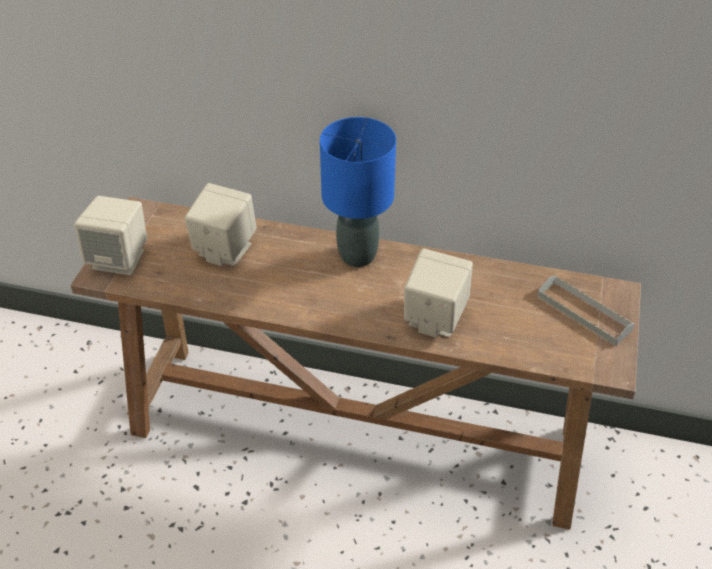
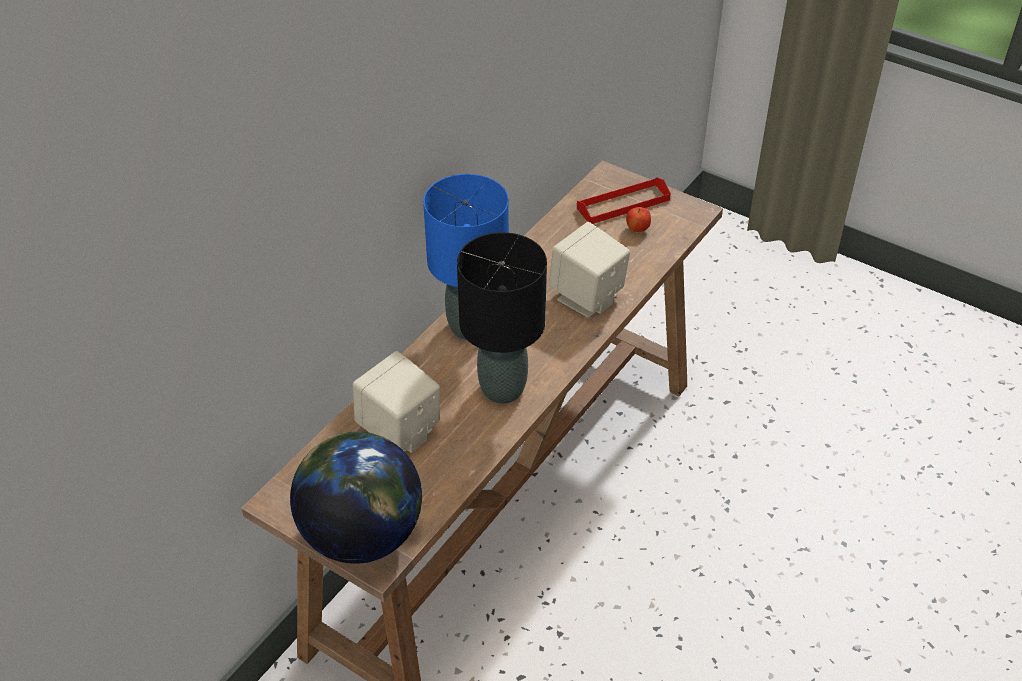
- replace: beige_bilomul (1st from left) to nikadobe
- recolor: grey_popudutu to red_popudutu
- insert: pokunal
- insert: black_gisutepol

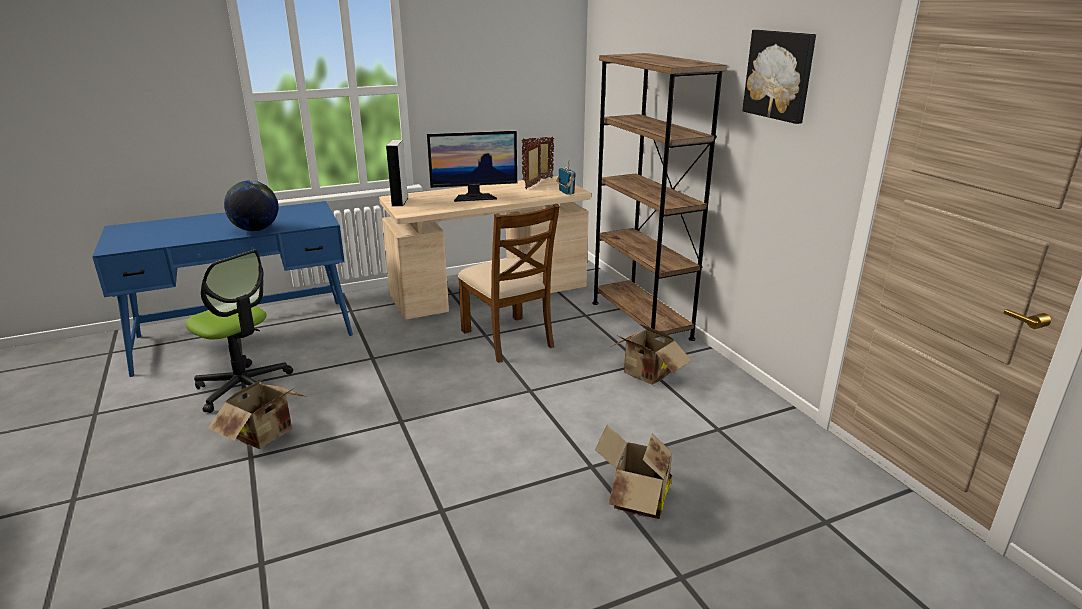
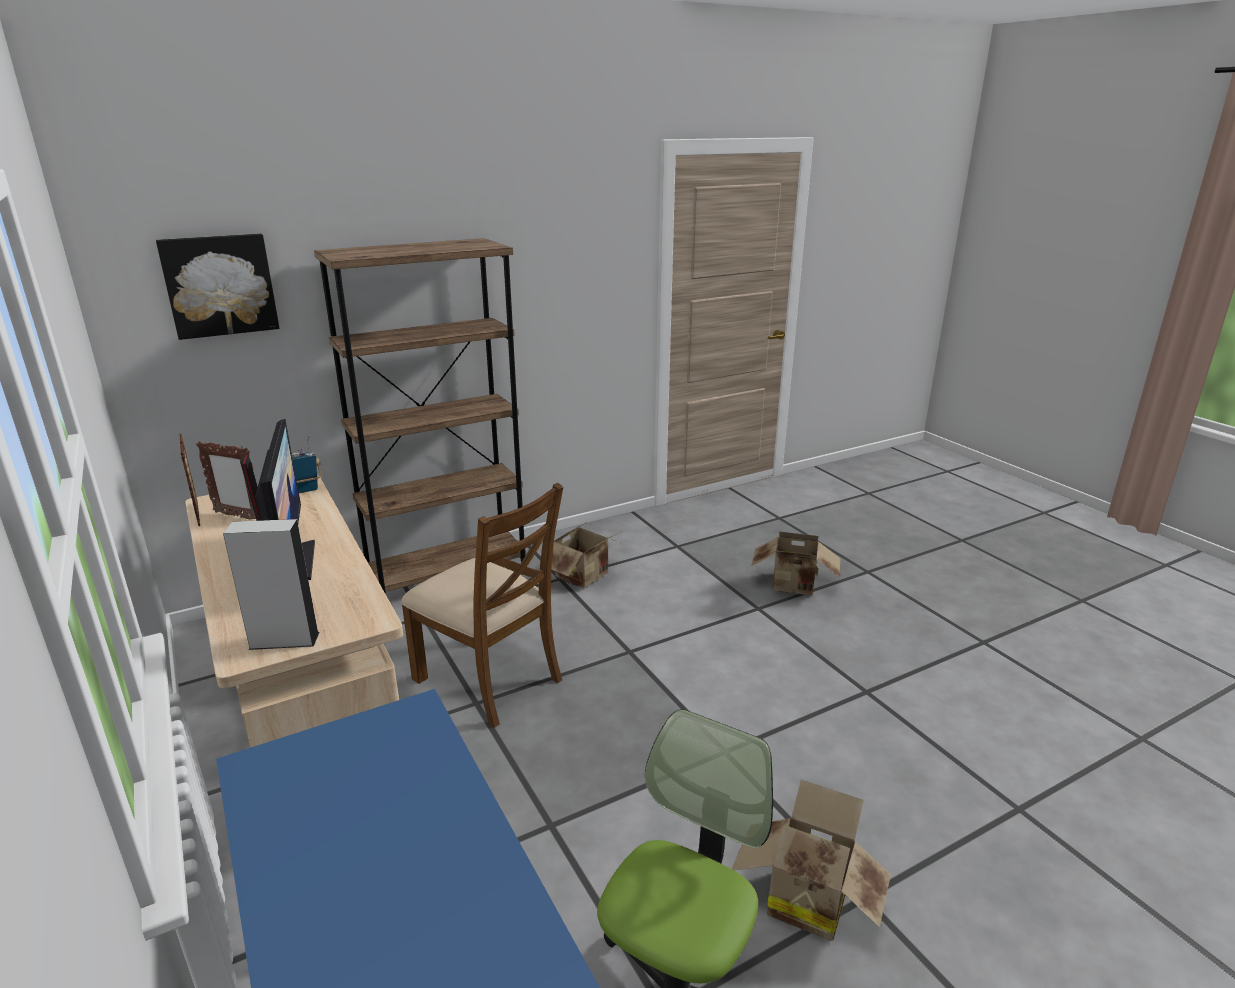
- move: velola
- delete: nikadobe
- rotate: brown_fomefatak 75 degrees clockwise

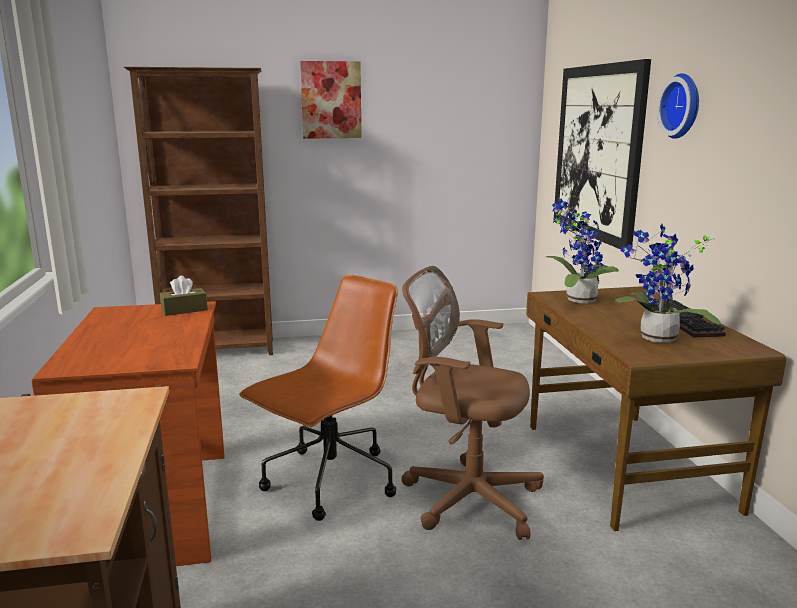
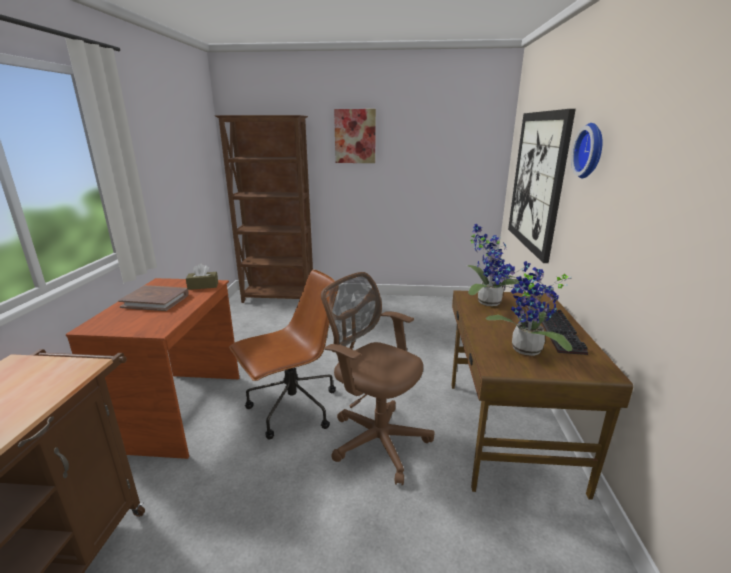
- insert: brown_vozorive

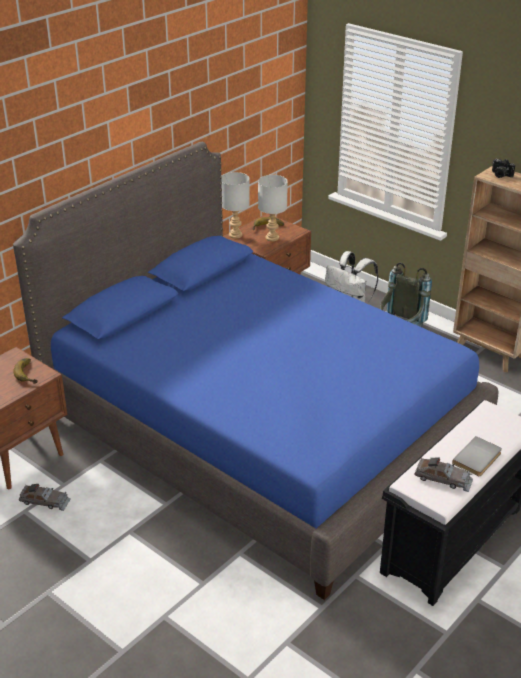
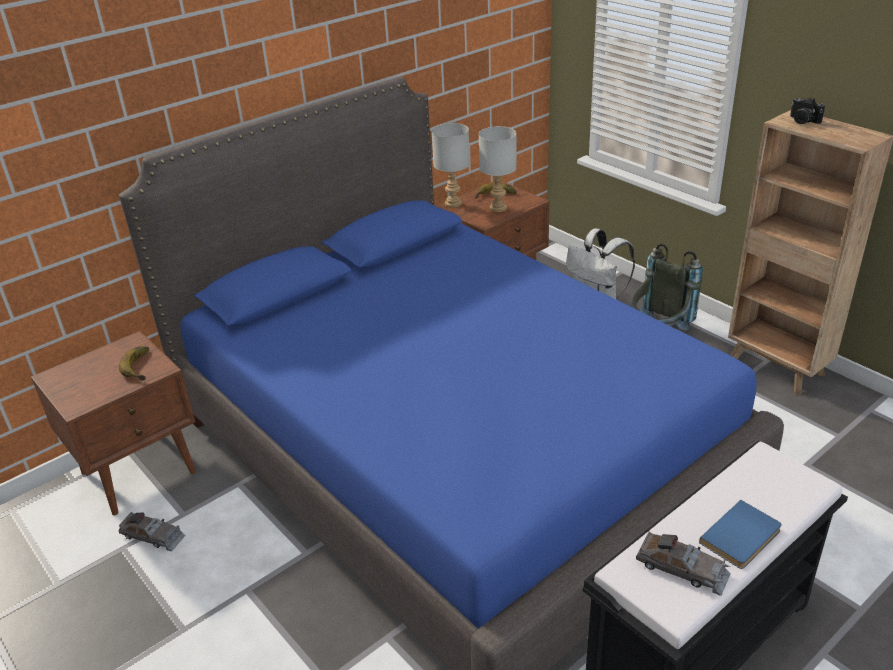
- recolor: grey_vozorive to blue_vozorive

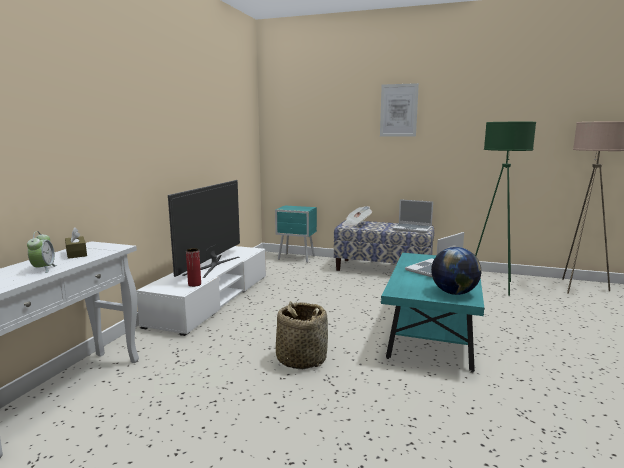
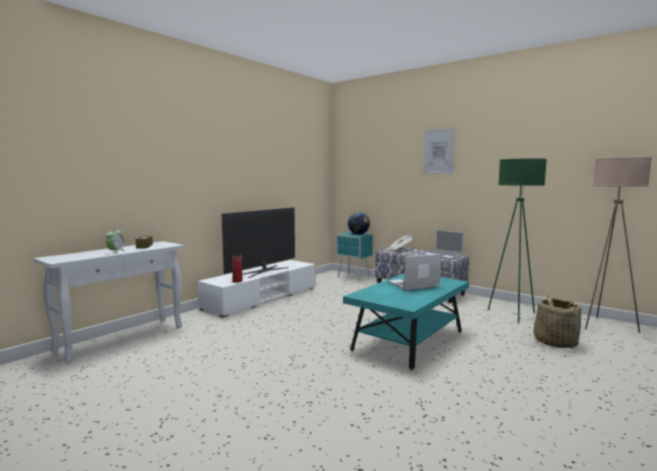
- move: nikadobe
- move: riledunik

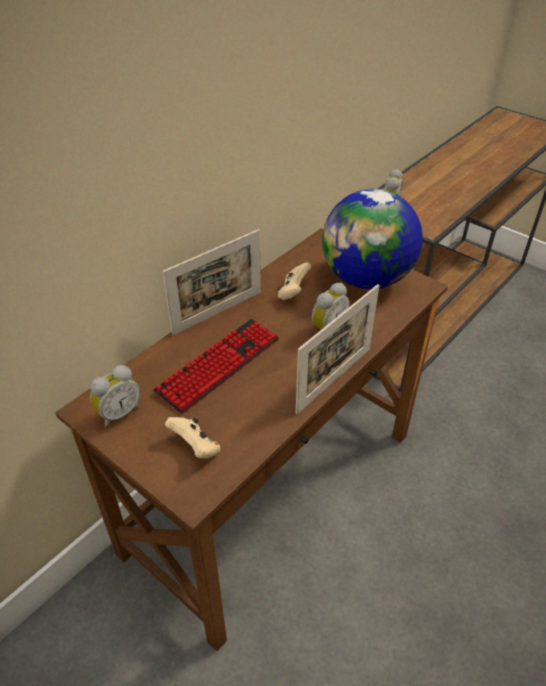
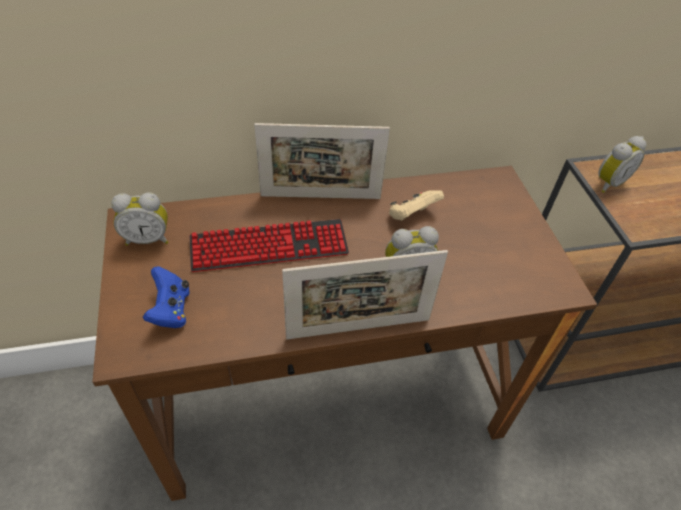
- delete: nikadobe
- recolor: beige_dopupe (1st from left) to blue_dopupe

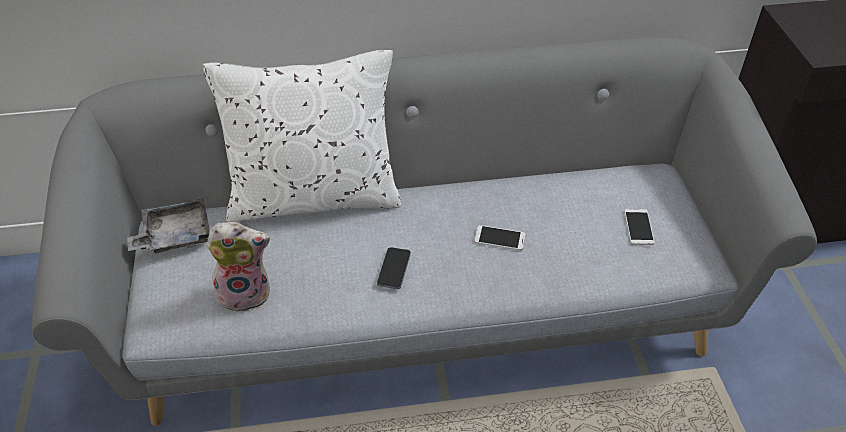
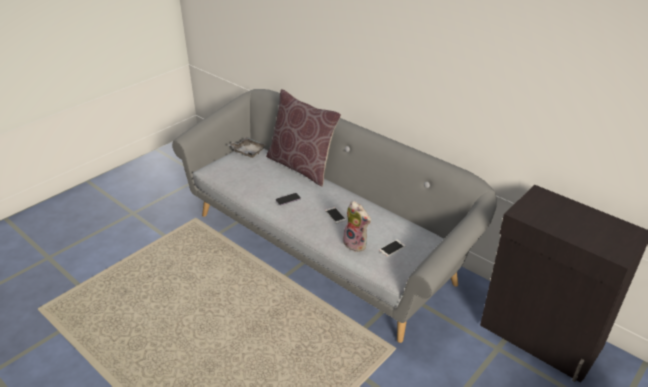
- recolor: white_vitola to brown_vitola
- move: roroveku

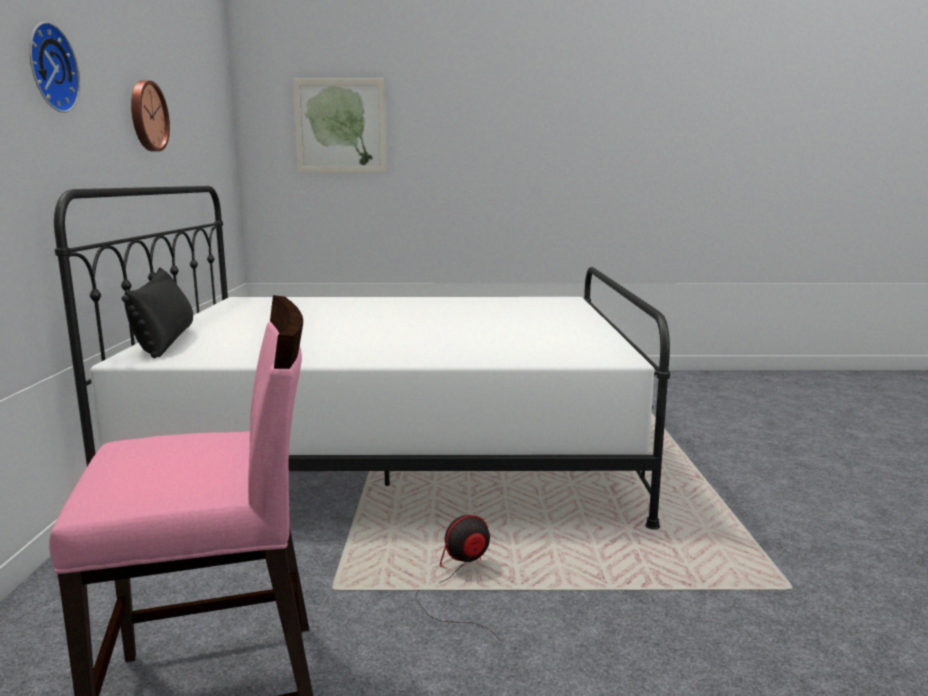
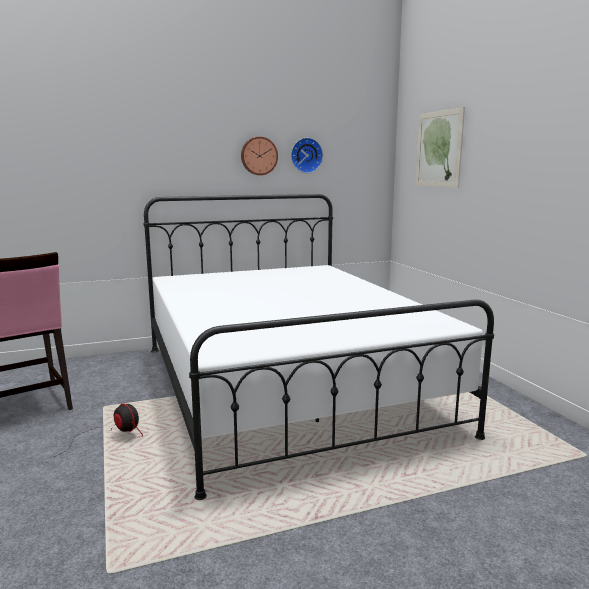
- move: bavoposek (1st from left in the first image) to bavoposek (2nd from left)
- delete: black_vitola

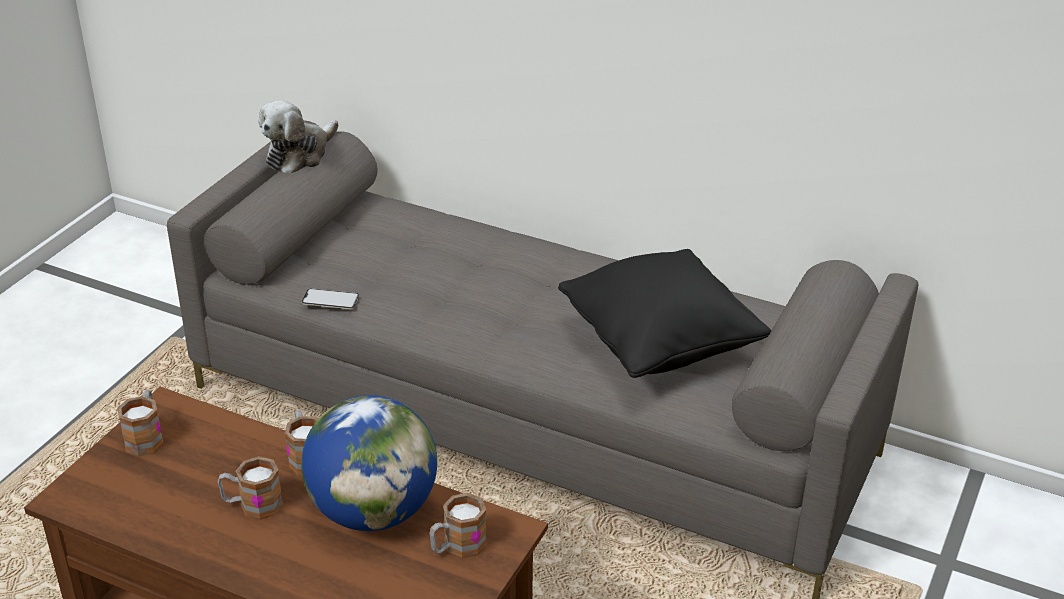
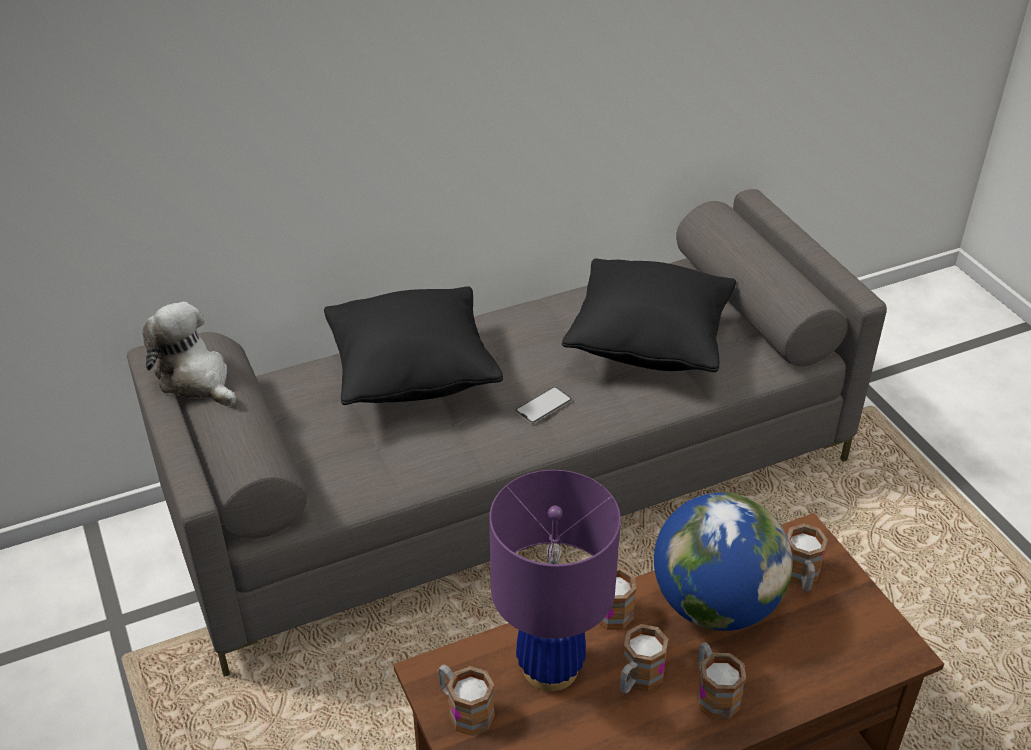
- rotate: roroveku 150 degrees clockwise
- move: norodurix
- insert: black_vitola (1st from left)
- insert: purple_gisutepol
- insert: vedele (4th from left)

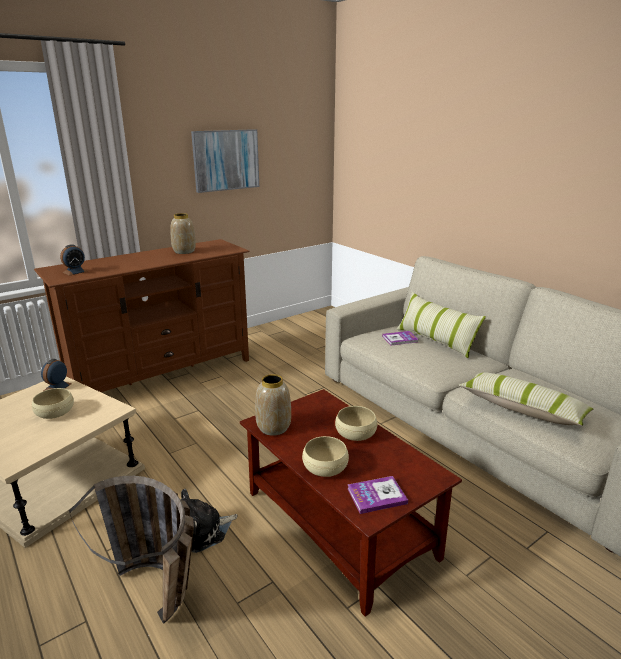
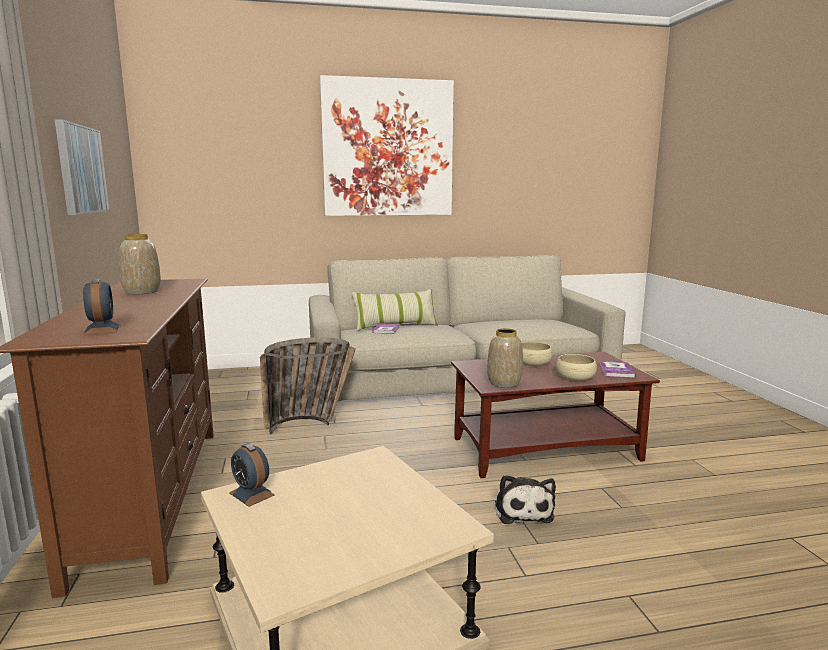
- delete: vitola (2nd from left)
- delete: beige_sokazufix (1st from left)
- move: riledunik
- insert: velola (2nd from left)

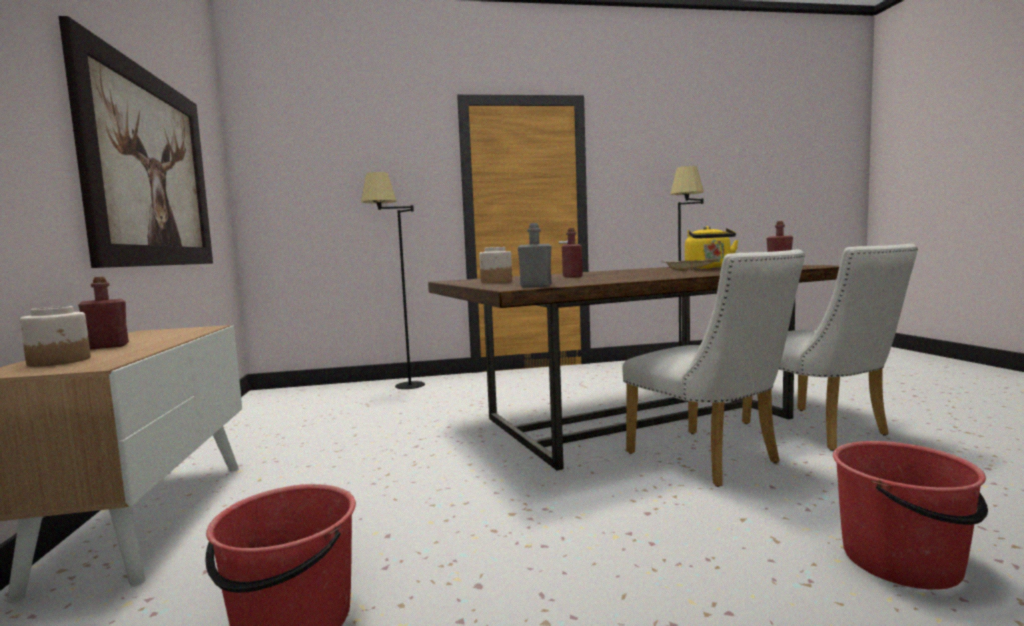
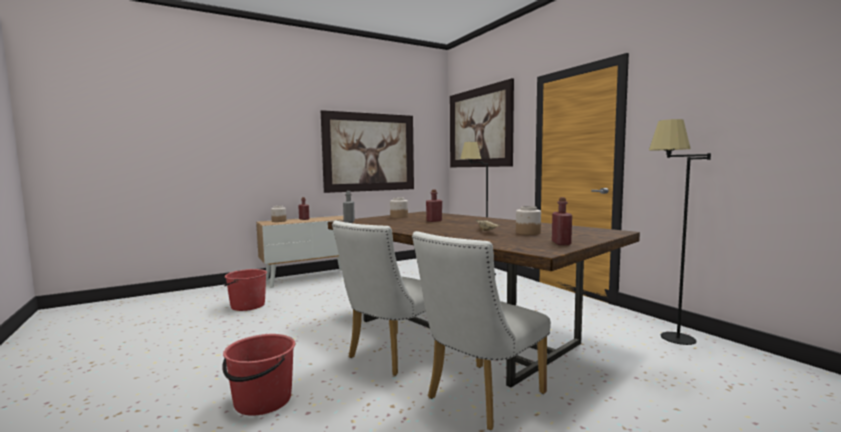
- replace: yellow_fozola to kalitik (3rd from left)
- insert: velola (2nd from left)

